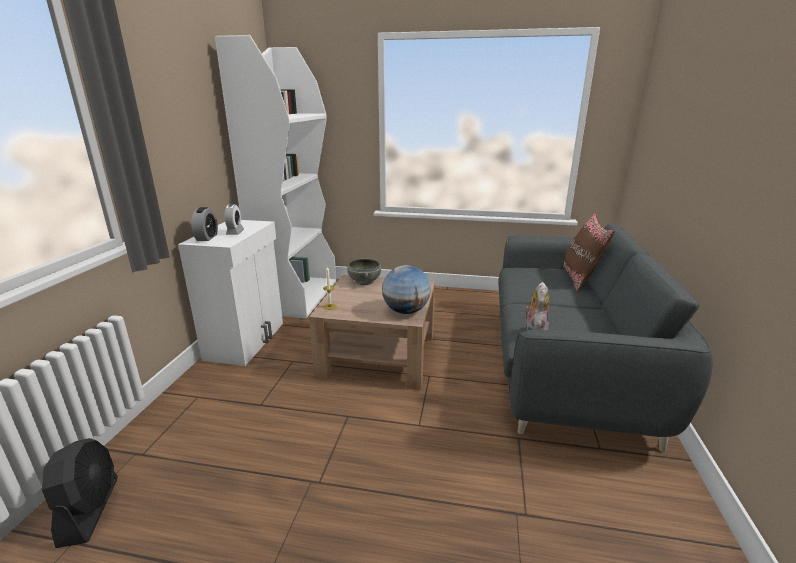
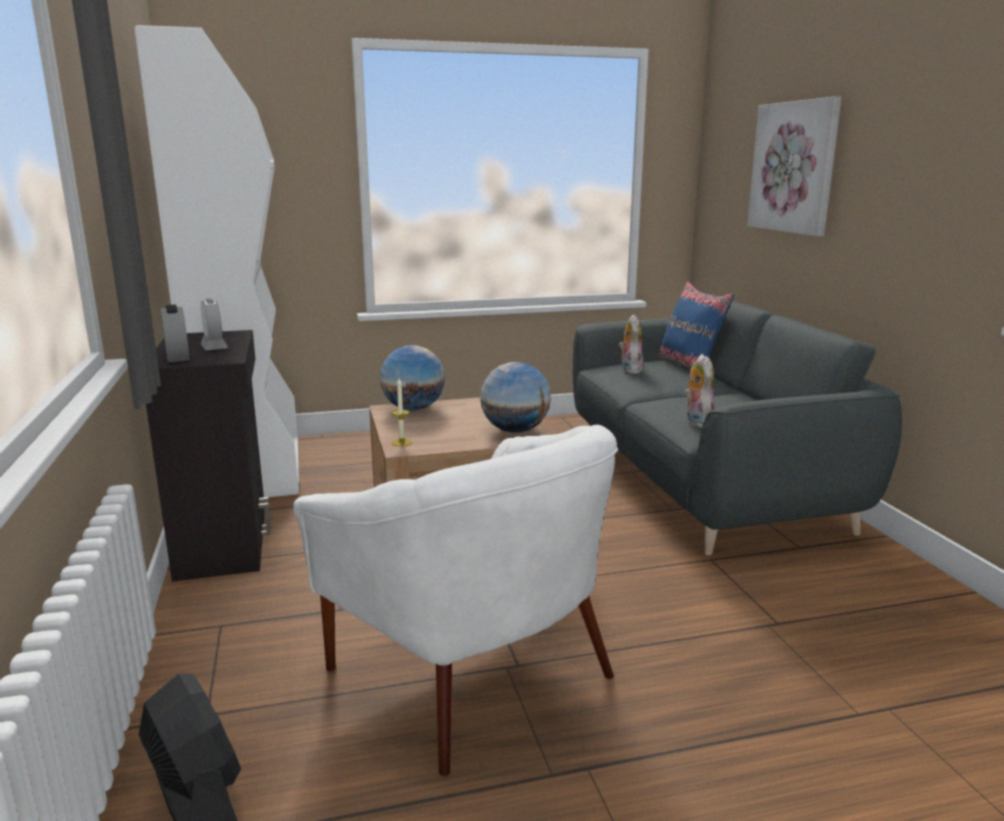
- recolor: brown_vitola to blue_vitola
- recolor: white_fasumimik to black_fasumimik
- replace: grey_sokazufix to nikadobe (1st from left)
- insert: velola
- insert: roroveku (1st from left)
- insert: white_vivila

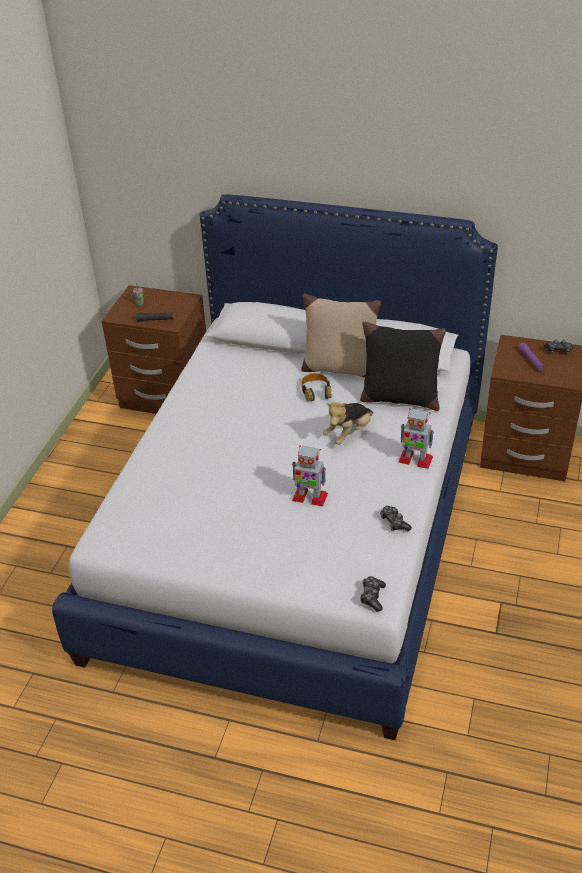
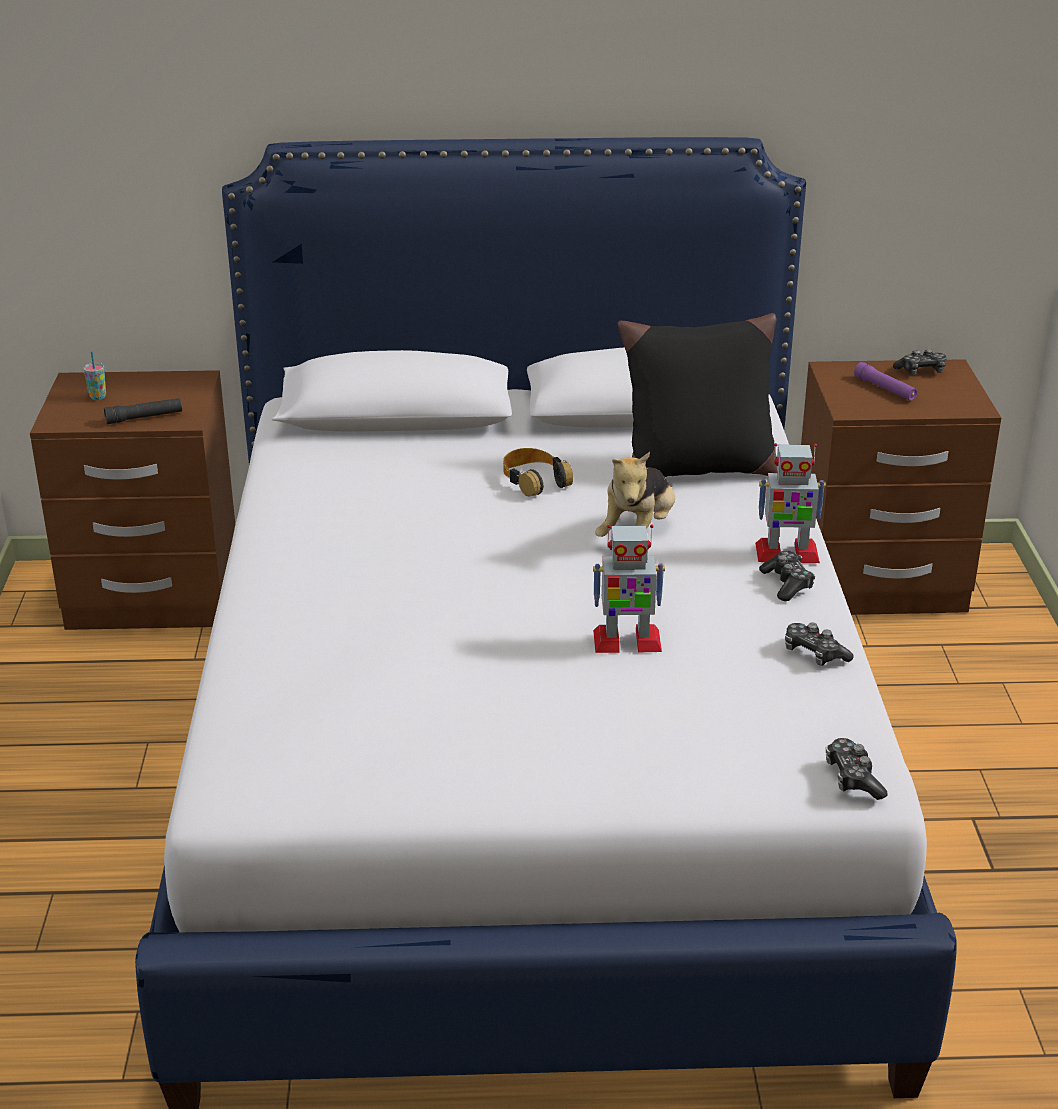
- delete: beige_vitola
- insert: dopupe (1st from left)

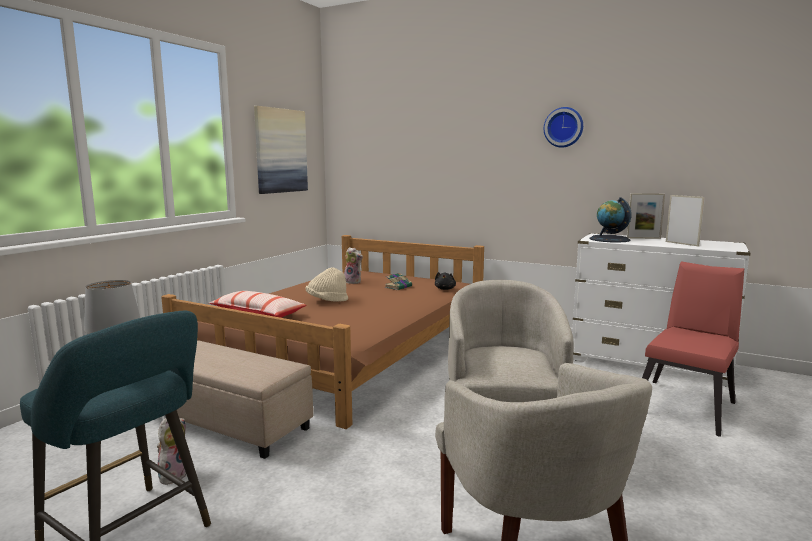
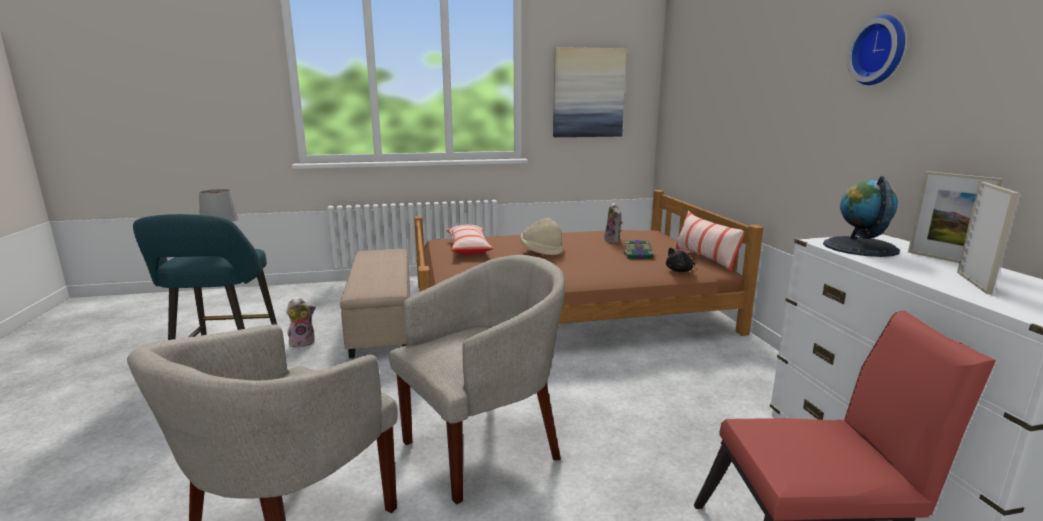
- insert: vitola (2nd from left)

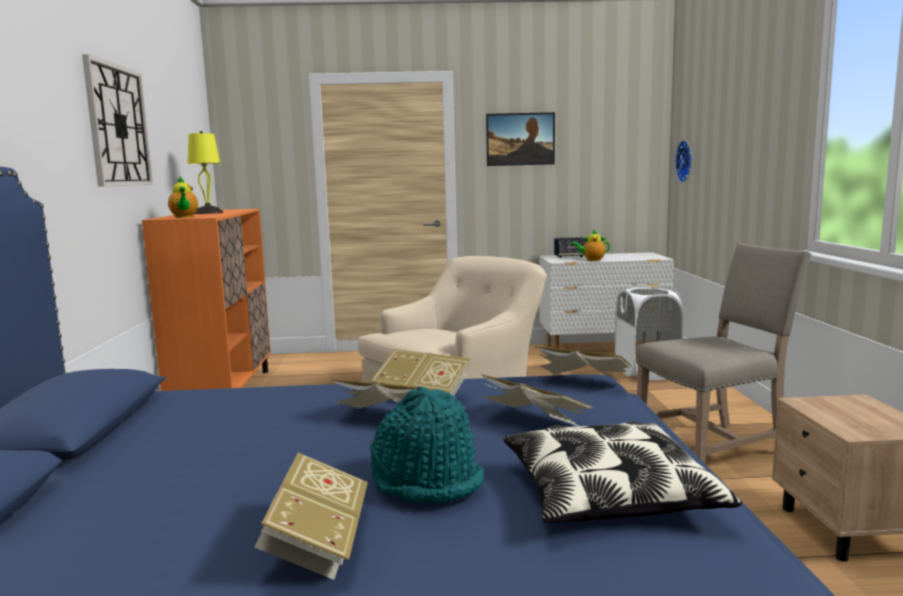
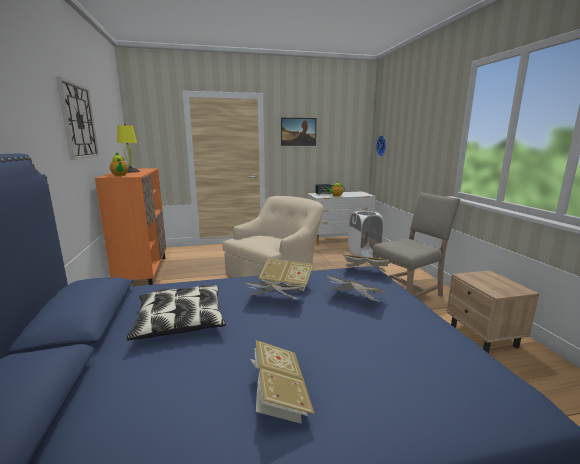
- delete: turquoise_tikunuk
- move: vitola

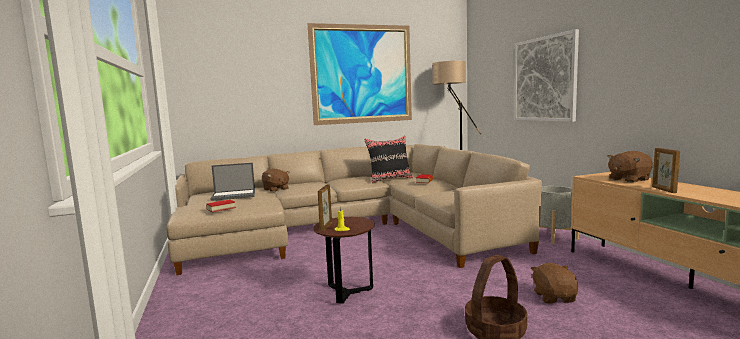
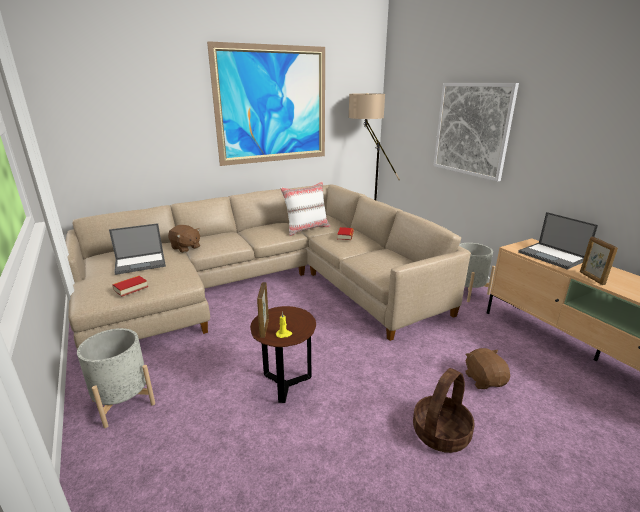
- recolor: black_vitola to white_vitola
- replace: brown_roroveku (3rd from left) to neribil (2nd from left)
- insert: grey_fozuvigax (1st from left)

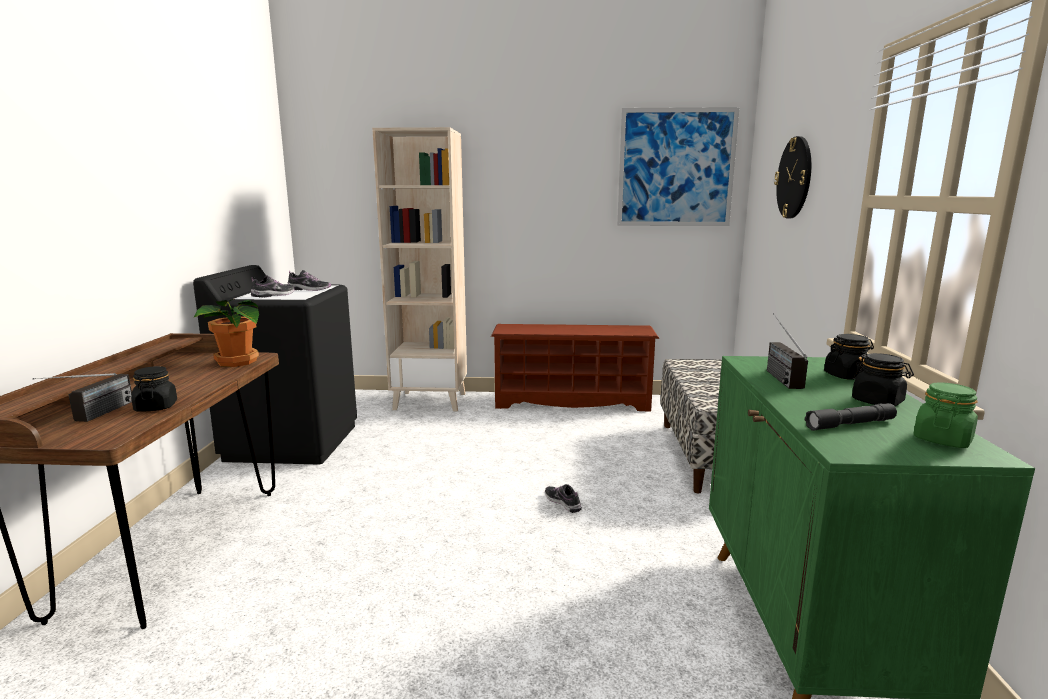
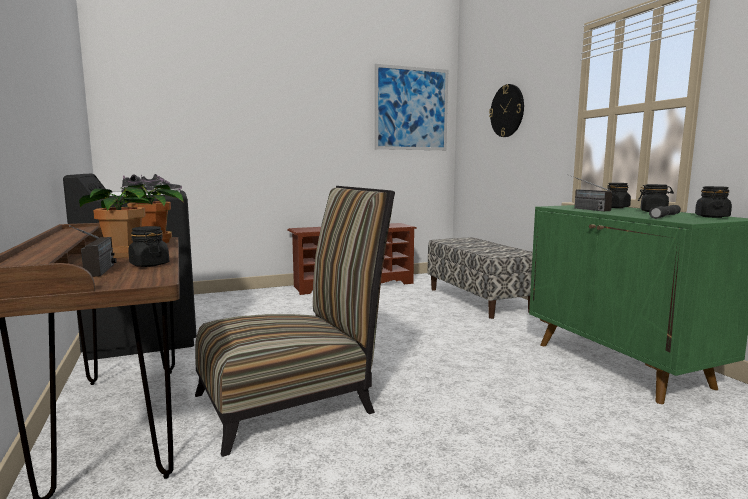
- delete: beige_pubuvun
- recolor: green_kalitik to black_kalitik (4th from left)
- delete: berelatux (3rd from left)
- insert: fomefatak
- insert: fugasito (1st from left)

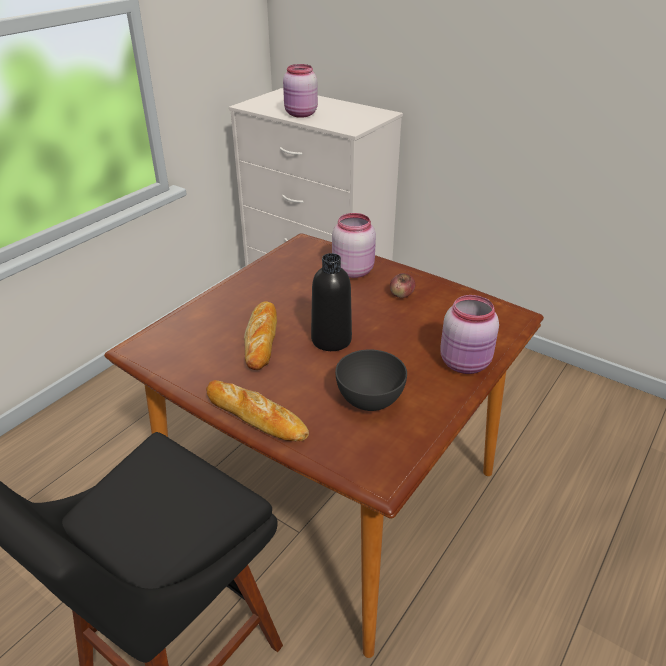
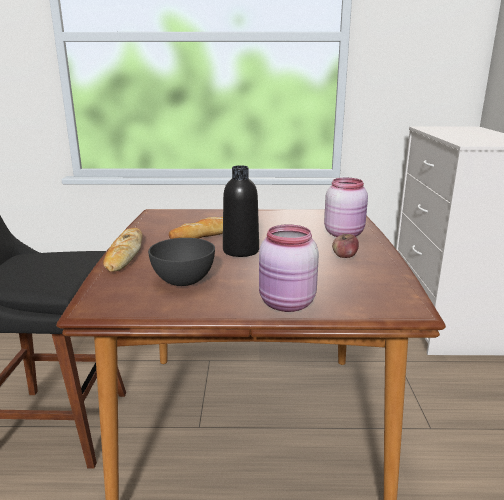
- delete: pink_kalitik (1st from left)

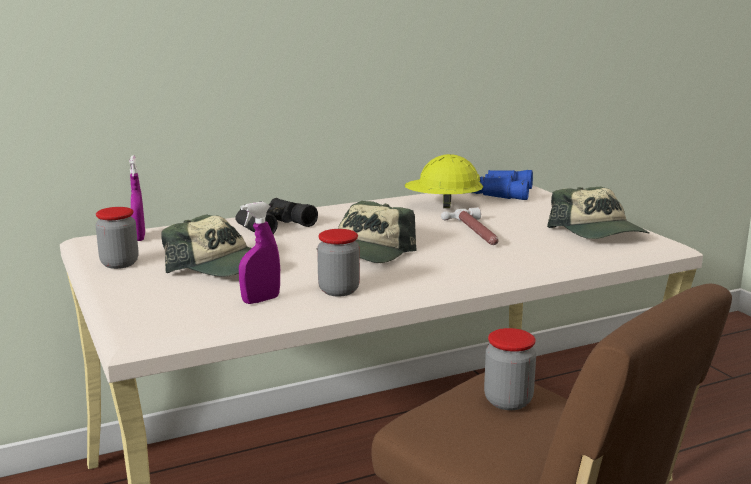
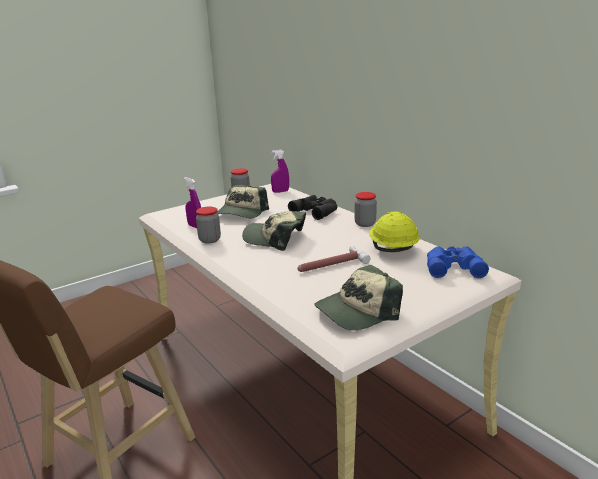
- move: kalitik (3rd from left)

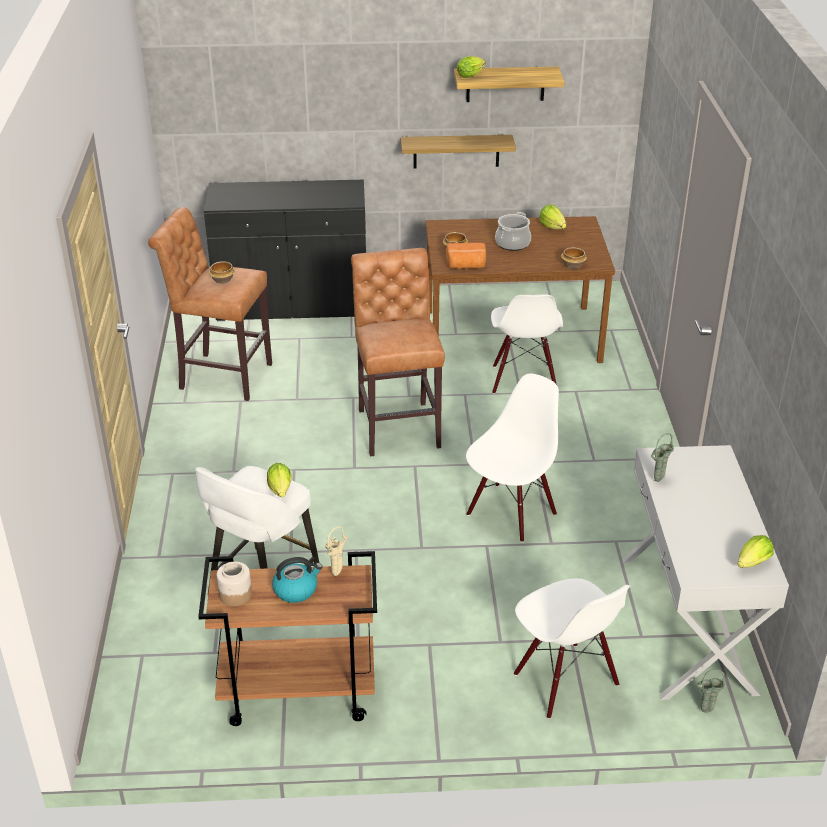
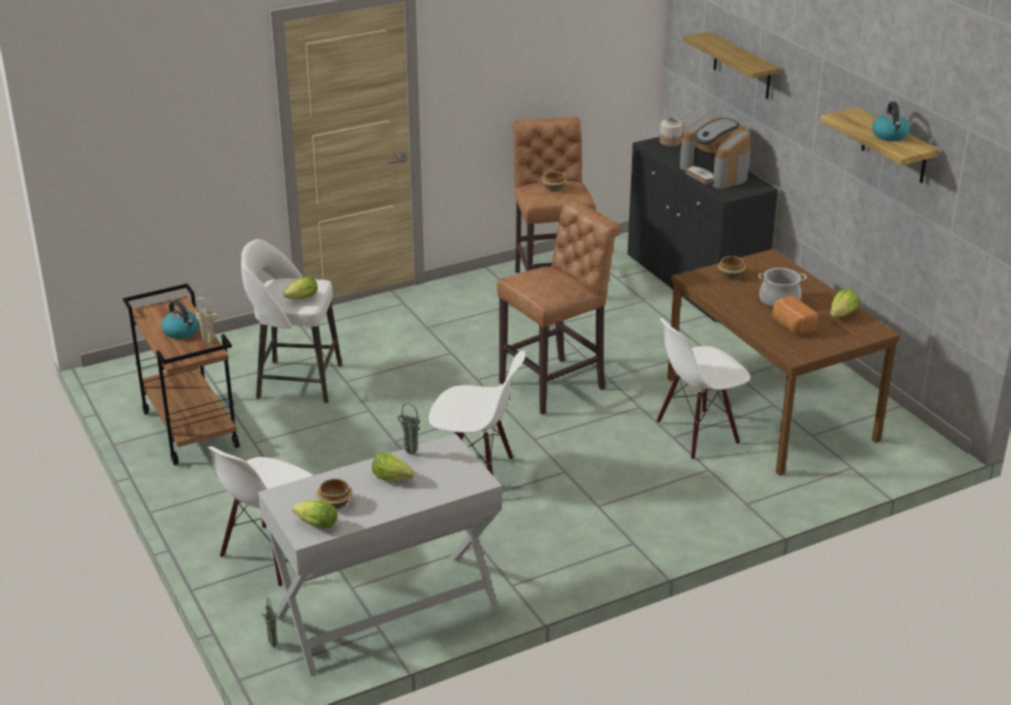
- move: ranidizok (2nd from left in the first image) to ranidizok (3rd from left)
- move: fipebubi (1st from left)
- move: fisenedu
- move: sokazufix (3rd from left in the first image) to sokazufix (1st from left)
- move: kalitik
- insert: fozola (2nd from left)
- insert: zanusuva

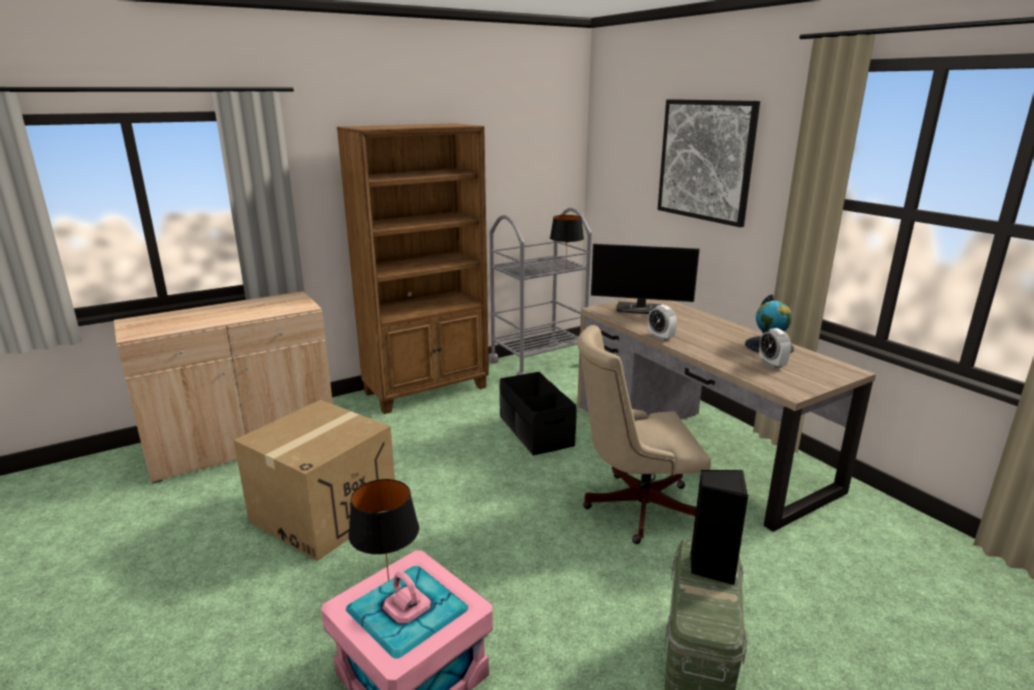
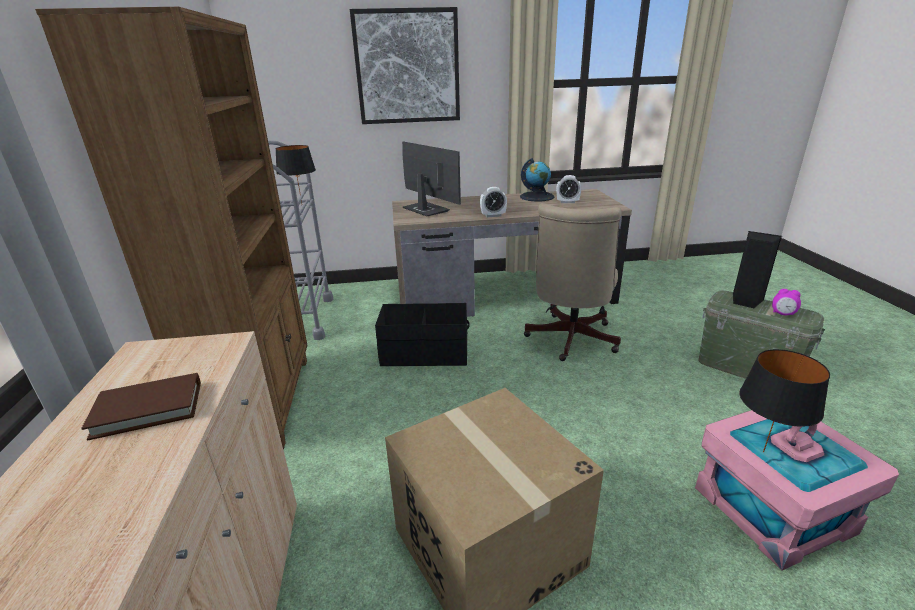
- rotate: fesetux 75 degrees counterclockwise
- insert: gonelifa (3rd from left)
- insert: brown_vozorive

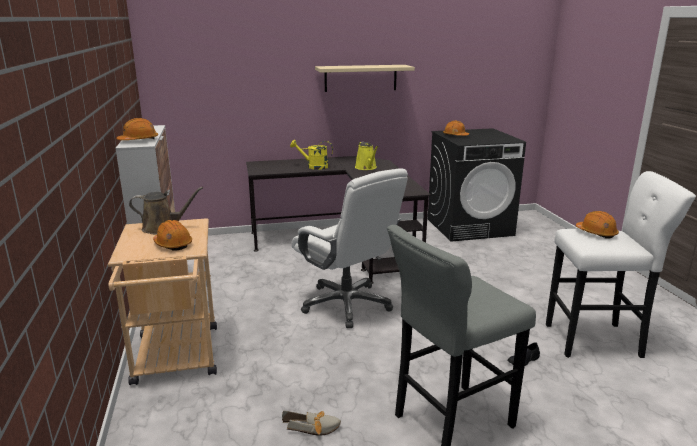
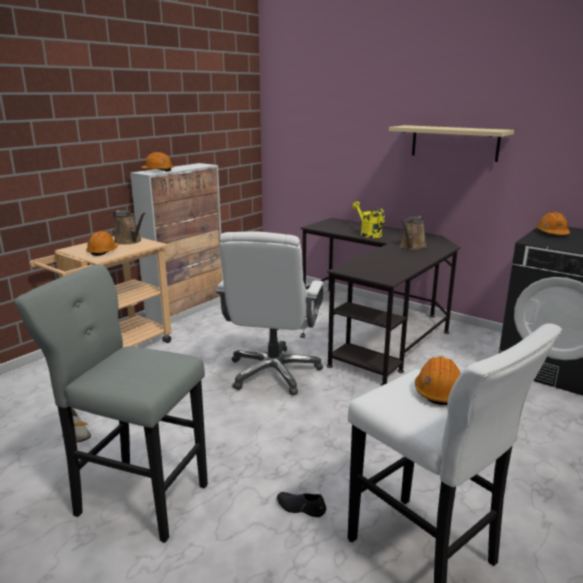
- recolor: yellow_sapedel (2nd from left) to brown_sapedel (2nd from left)

